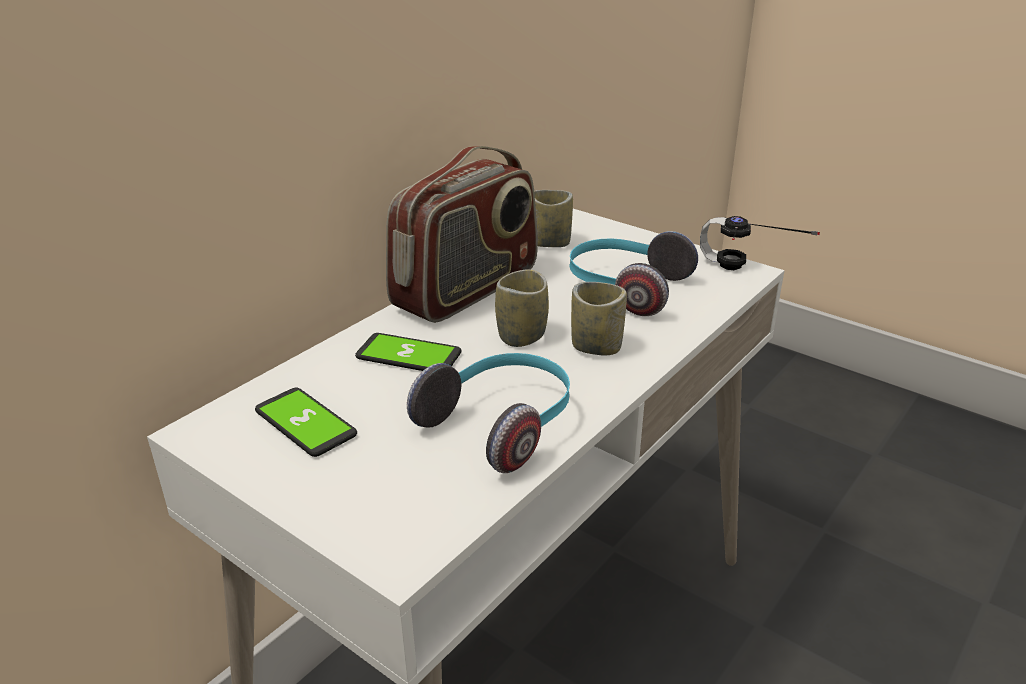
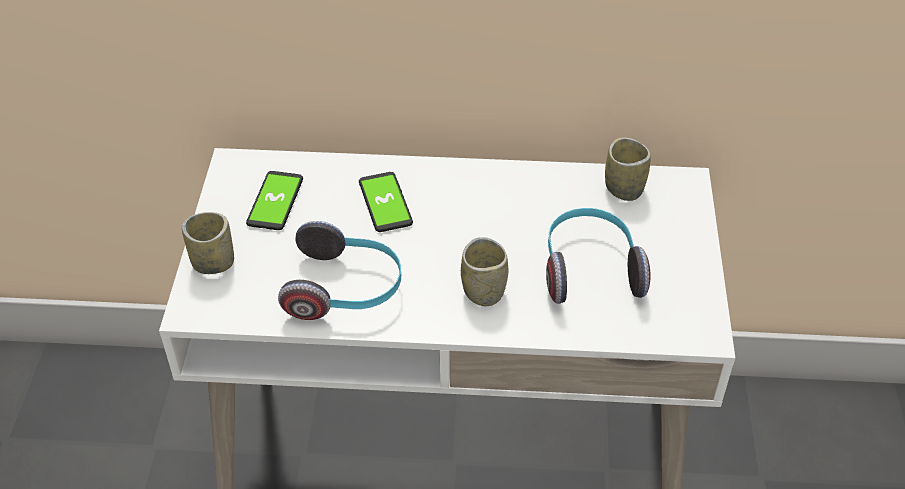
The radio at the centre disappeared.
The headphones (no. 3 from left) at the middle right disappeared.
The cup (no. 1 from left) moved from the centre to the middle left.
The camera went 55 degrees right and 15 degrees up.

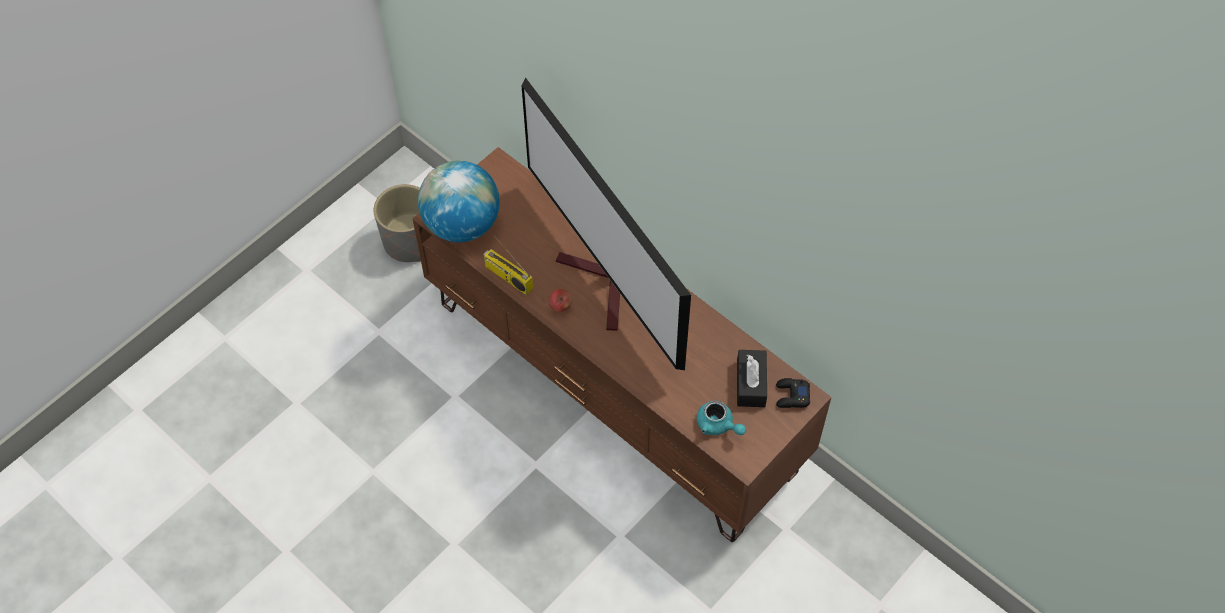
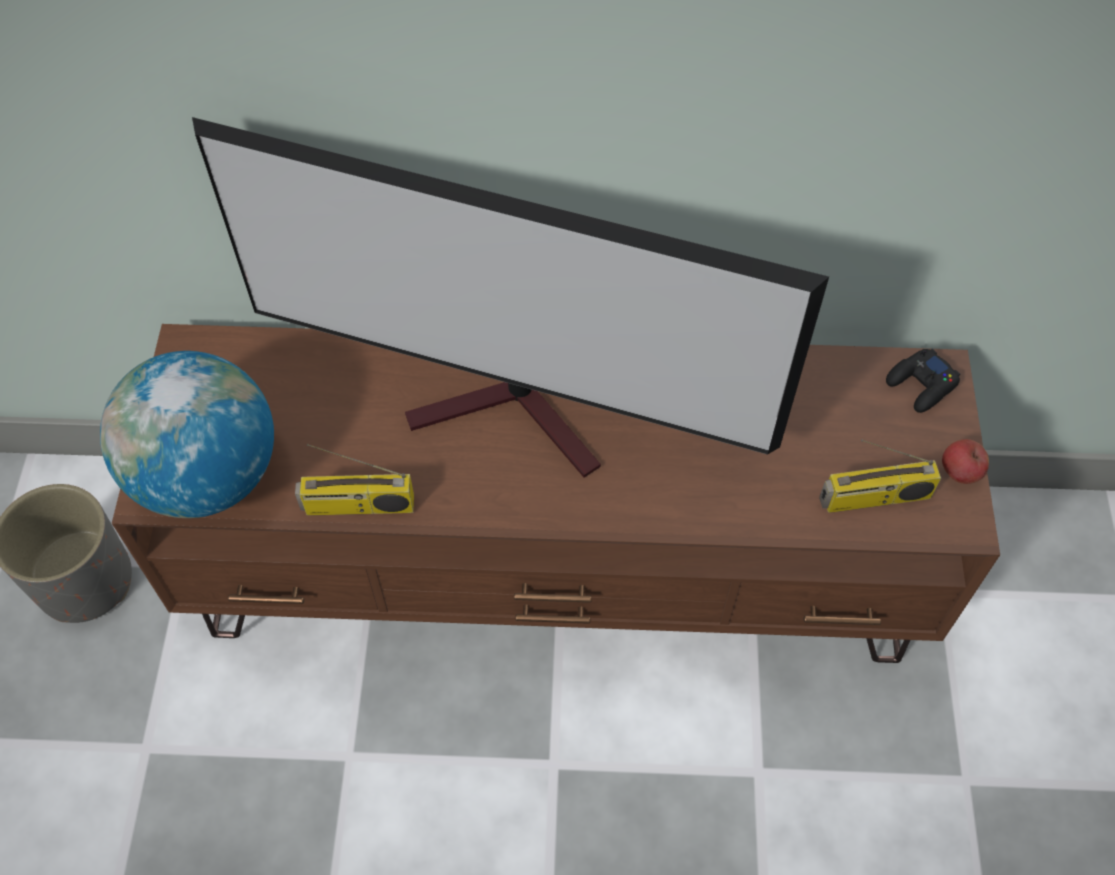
The apple moved from the centre to the middle right.
The tissue box (black) at the centre disappeared.
The teapot (turquoise) at the bottom centre was replaced by the radio (no. 2 from left) at the middle right.
The camera went 40 degrees left and 0 degrees up.

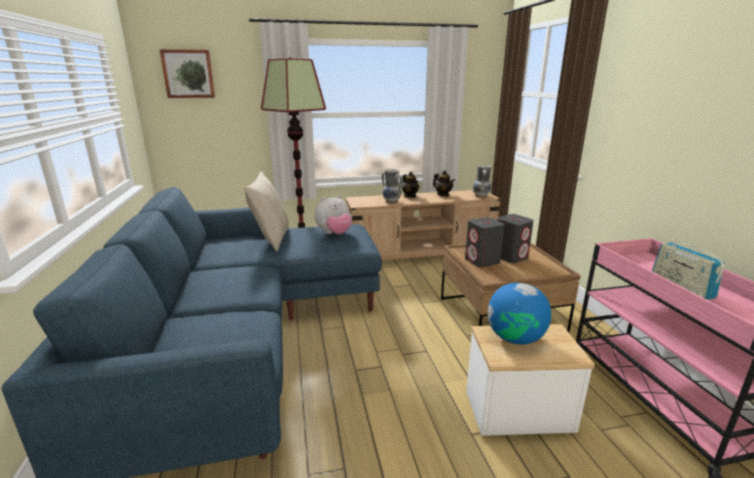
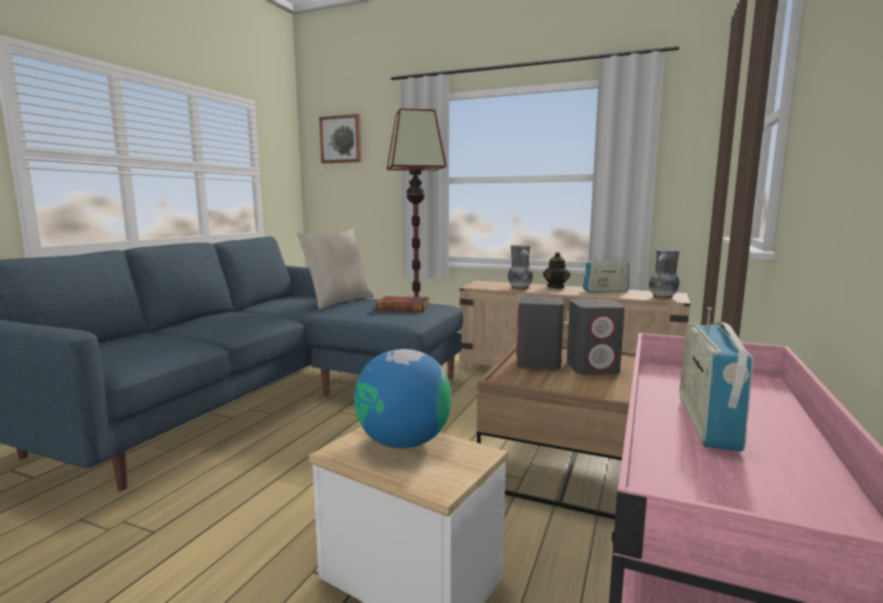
The teapot (no. 2 from left) at the centre was replaced by the radio (no. 1 from left) at the middle right.
The plush toy at the centre was replaced by the book at the centre.
The camera went 35 degrees right and 10 degrees down.

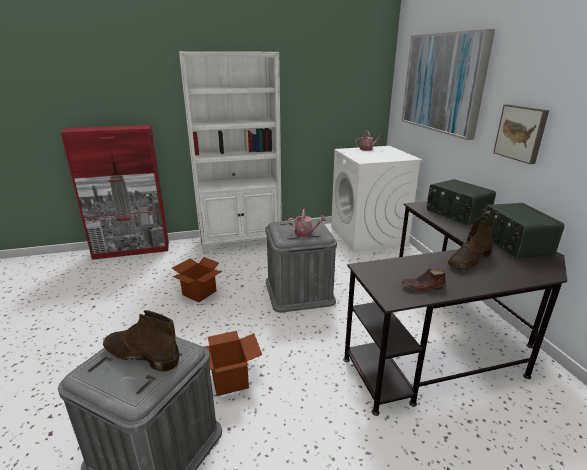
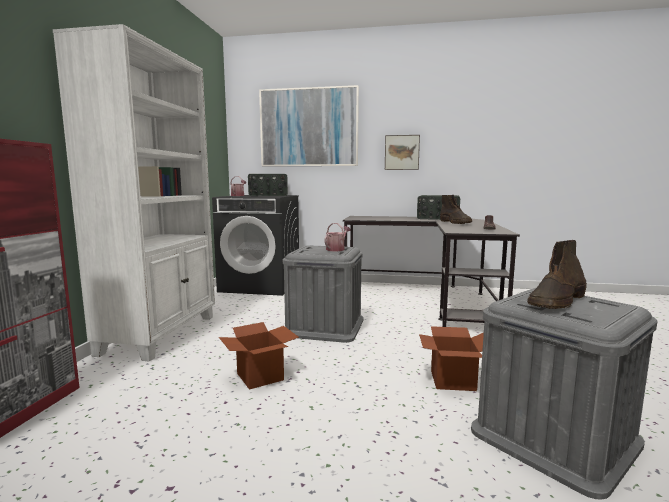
The washing machine (white) at the centre became the washing machine (black) at the centre.
The radio (no. 1 from left) moved from the middle right to the centre.
The camera went 65 degrees left and 15 degrees down.

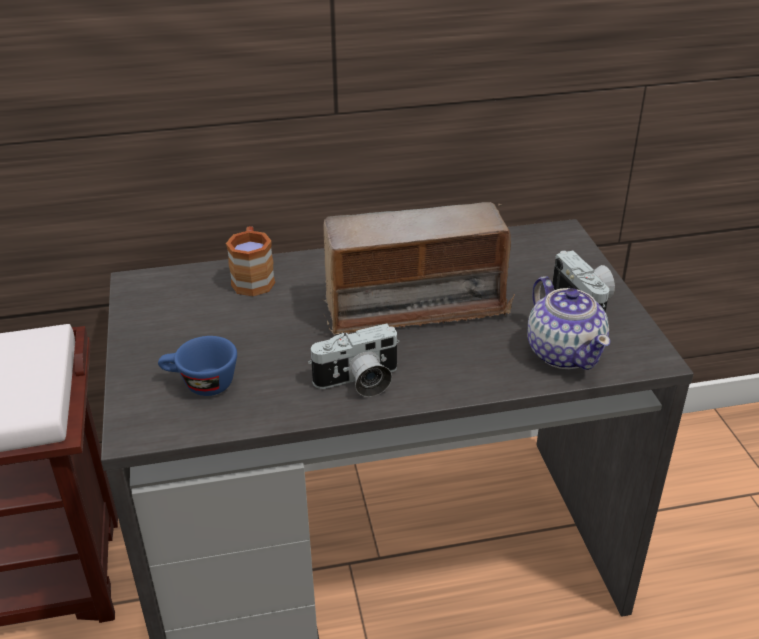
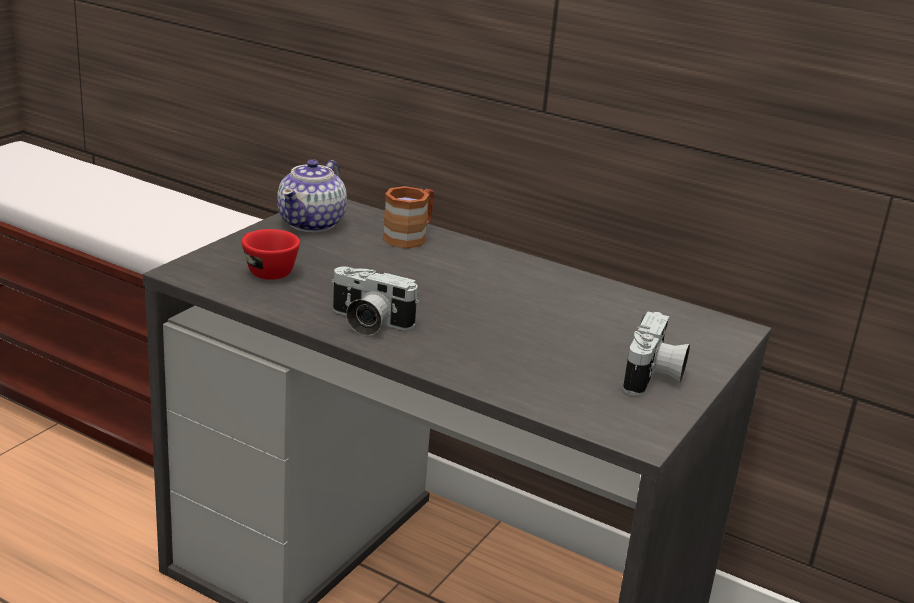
The radio at the centre disappeared.
The teapot moved from the middle right to the top centre.
The cup (blue) at the middle left became the cup (red) at the middle left.
The camera went 40 degrees right and 10 degrees down.

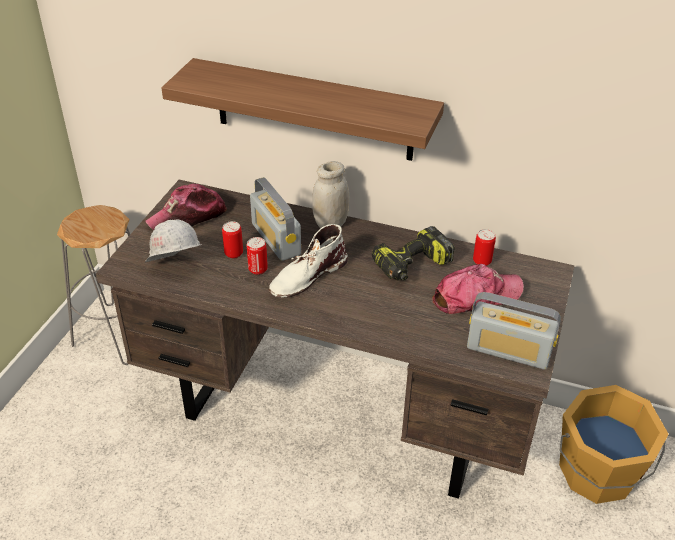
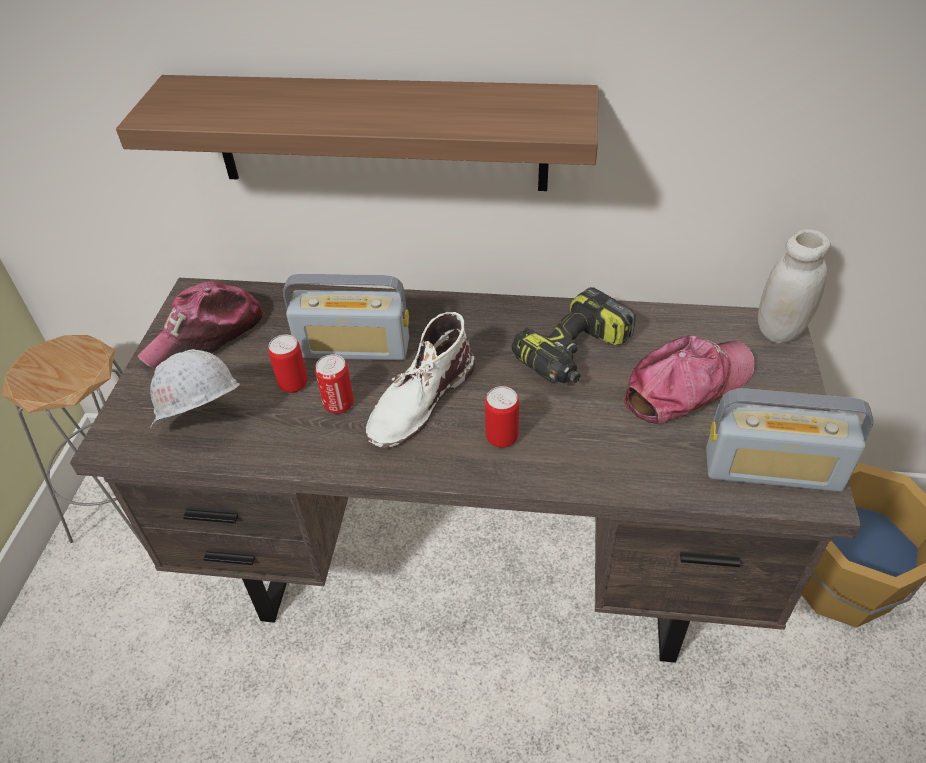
The jar (white) moved from the centre to the middle right.
The radio (no. 1 from left) at the centre turned 45 degrees counterclockwise.
The can (no. 3 from left) moved from the middle right to the centre.
The camera went 10 degrees left and 5 degrees up.

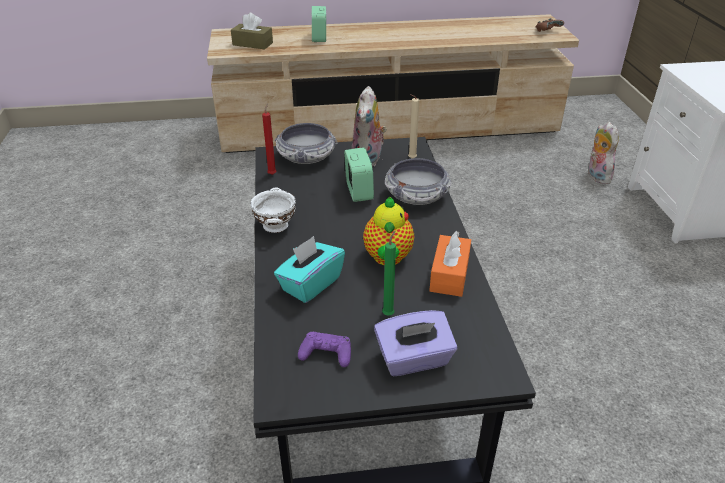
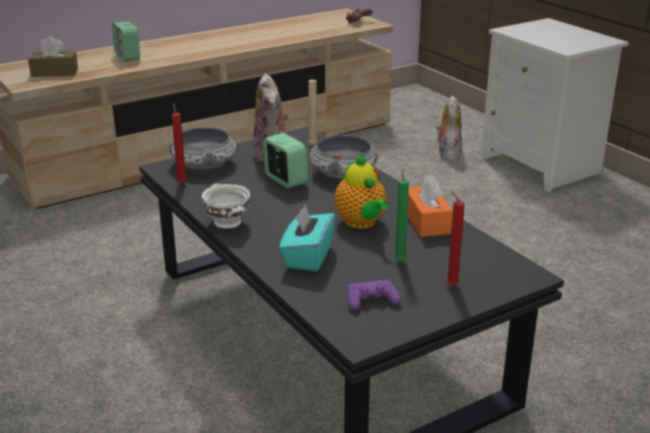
The plush toy (no. 2 from left) at the top right turned 45 degrees clockwise.
The tissue box (purple) at the bottom centre was replaced by the candle (red) (no. 2 from left) at the middle right.
The camera went 25 degrees left and 10 degrees down.

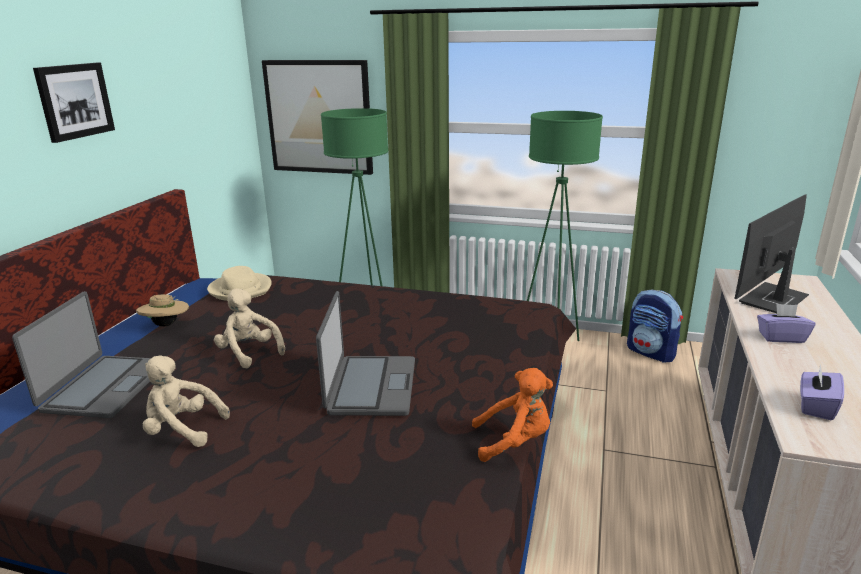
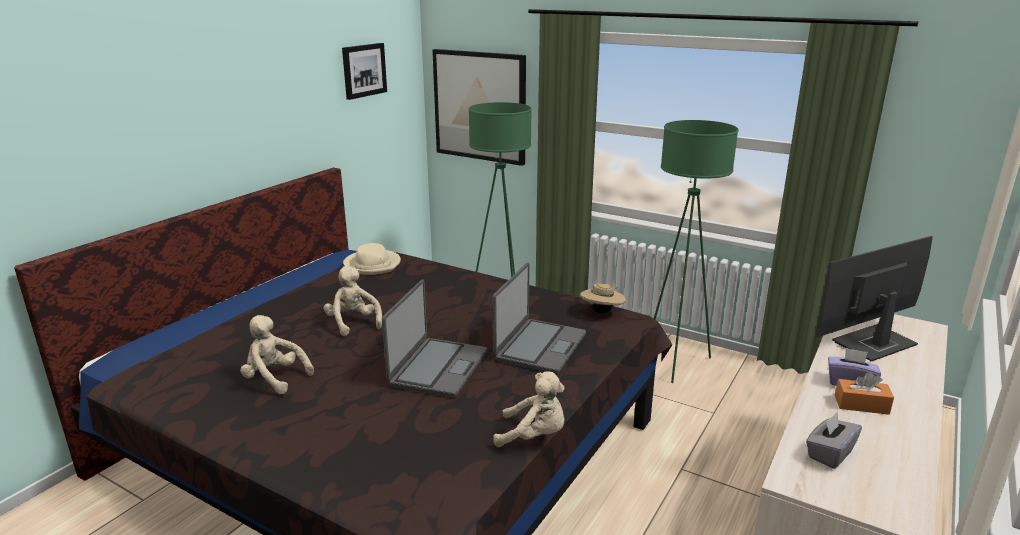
The picture (no. 1 from left) moved from the top left to the top centre.
The backpack at the middle right disappeared.
The laptop (no. 1 from left in the first image) moved from the middle left to the centre.
The hat (beige) (no. 1 from left in the first image) moved from the middle left to the centre.
The tissue box (purple) (no. 2 from left) at the bottom right became the tissue box (grey) at the bottom right.
The plush toy (orange) at the bottom centre became the plush toy (beige) (no. 3 from left) at the bottom centre.
The tissue box (orange) at the bottom right appeared.
The camera went 15 degrees right and 0 degrees up.

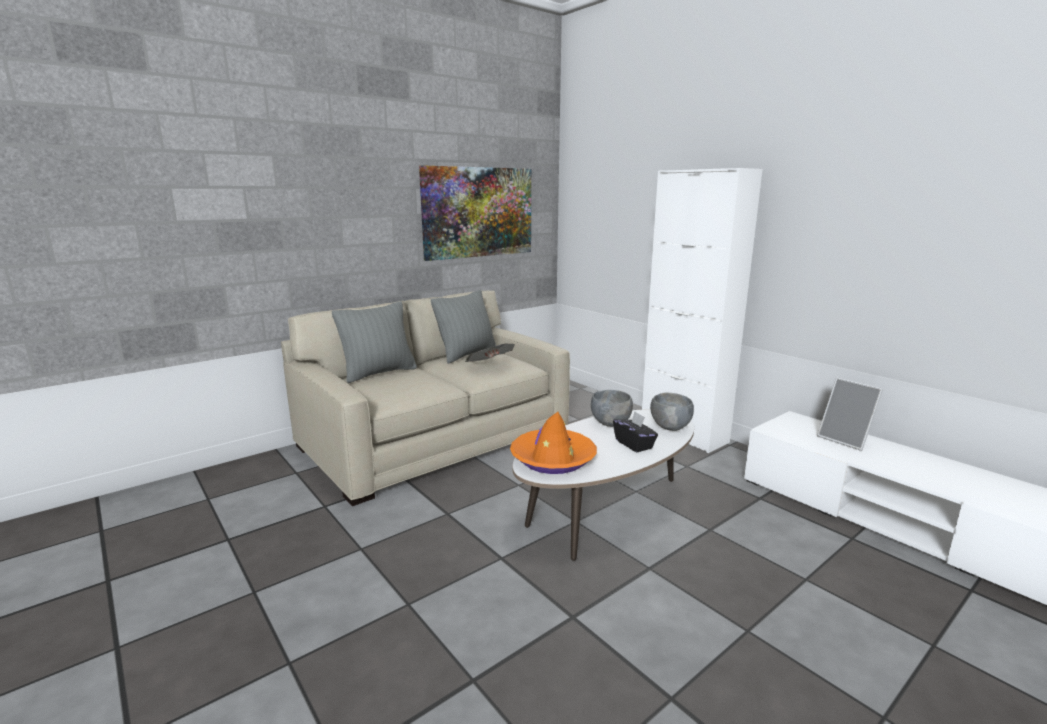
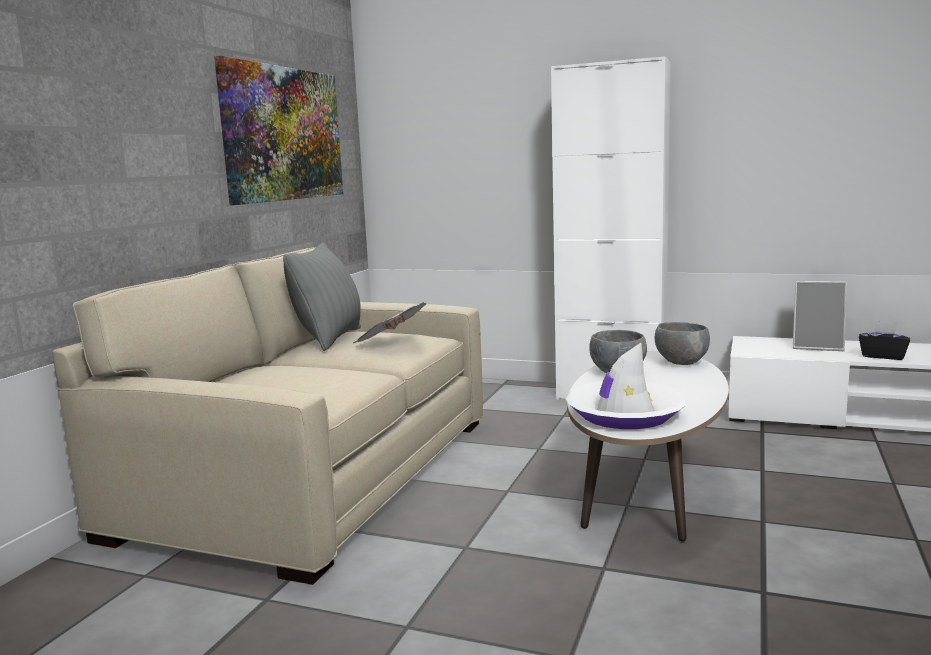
The pillow (grey) (no. 1 from left) at the centre disappeared.
The hat (orange) at the centre became the hat (white) at the middle right.
The tissue box (black) moved from the centre to the middle right.
The camera went 30 degrees left and 5 degrees down.

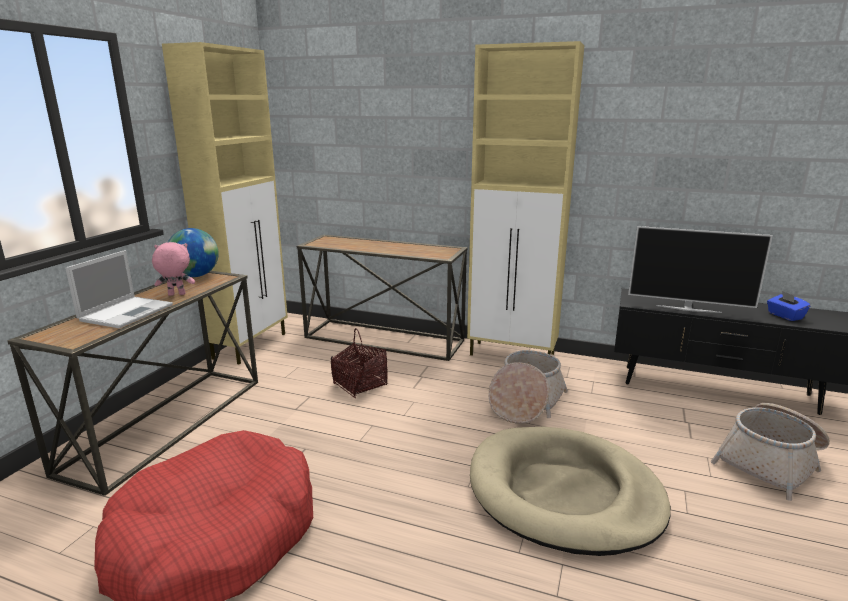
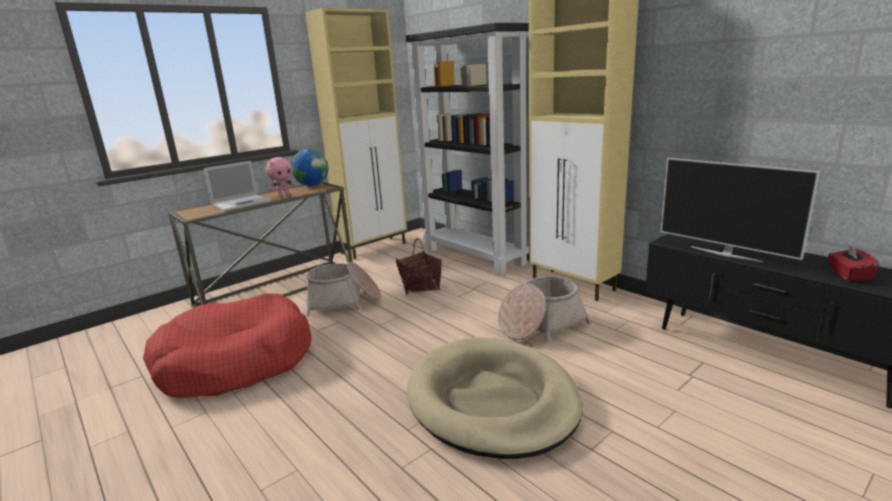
The console table (no. 2 from left) at the centre was replaced by the bookcase (black) at the top centre.
The plush toy (pink) at the middle left turned 120 degrees clockwise.
The tissue box (blue) at the middle right became the tissue box (red) at the middle right.
The basket (no. 3 from left in the first image) moved from the bottom right to the centre.
The camera went 30 degrees right and 0 degrees up.

